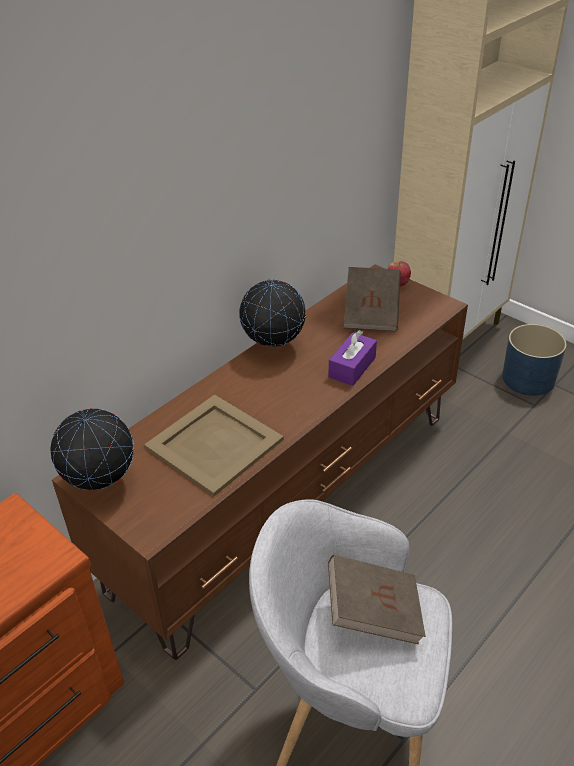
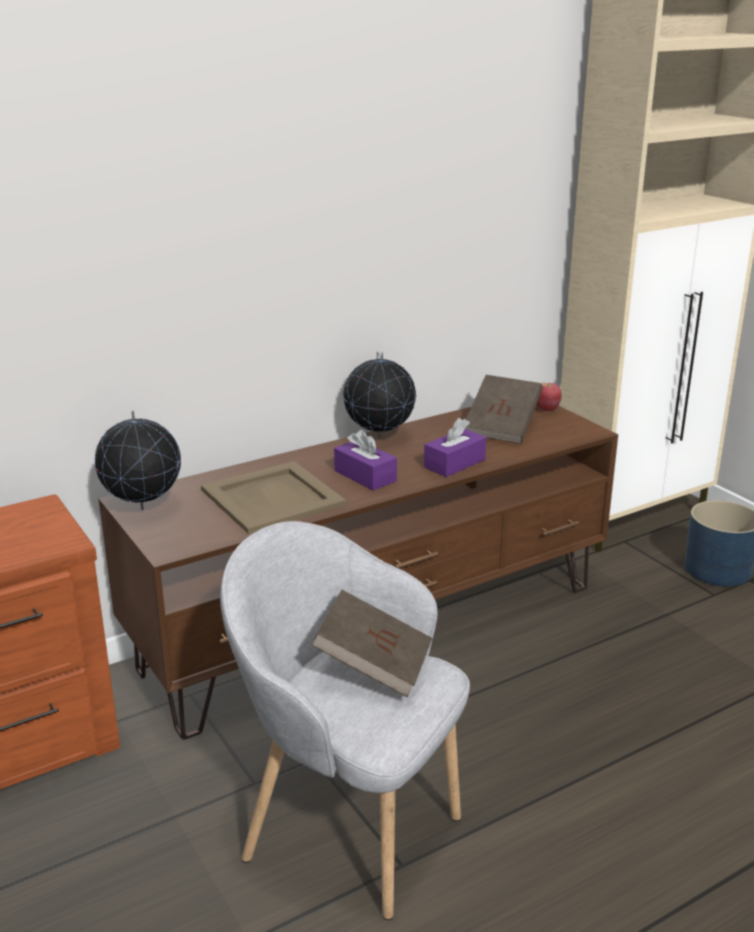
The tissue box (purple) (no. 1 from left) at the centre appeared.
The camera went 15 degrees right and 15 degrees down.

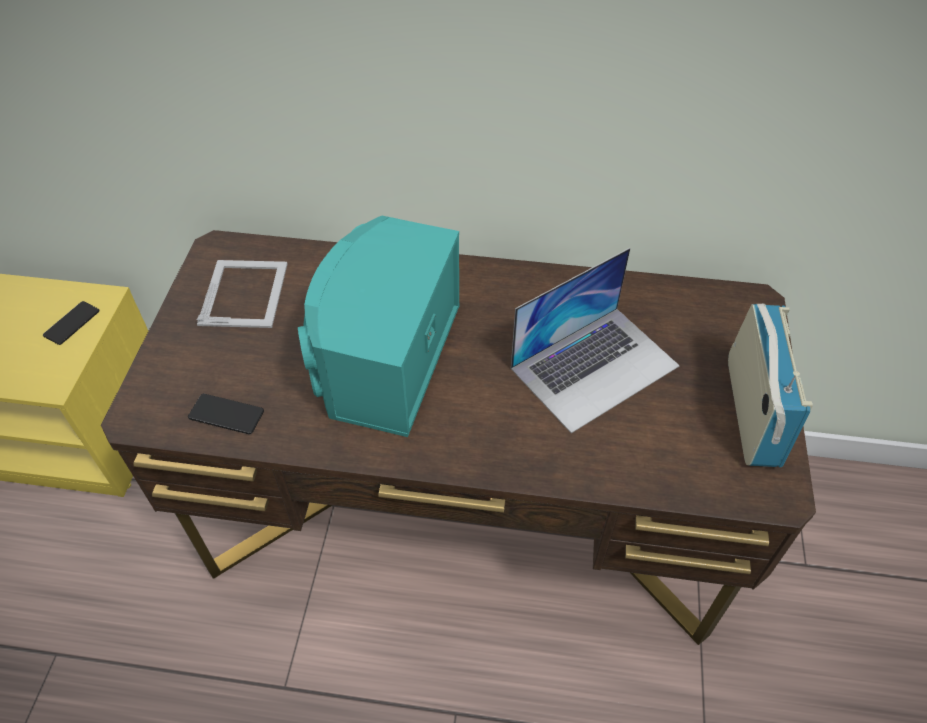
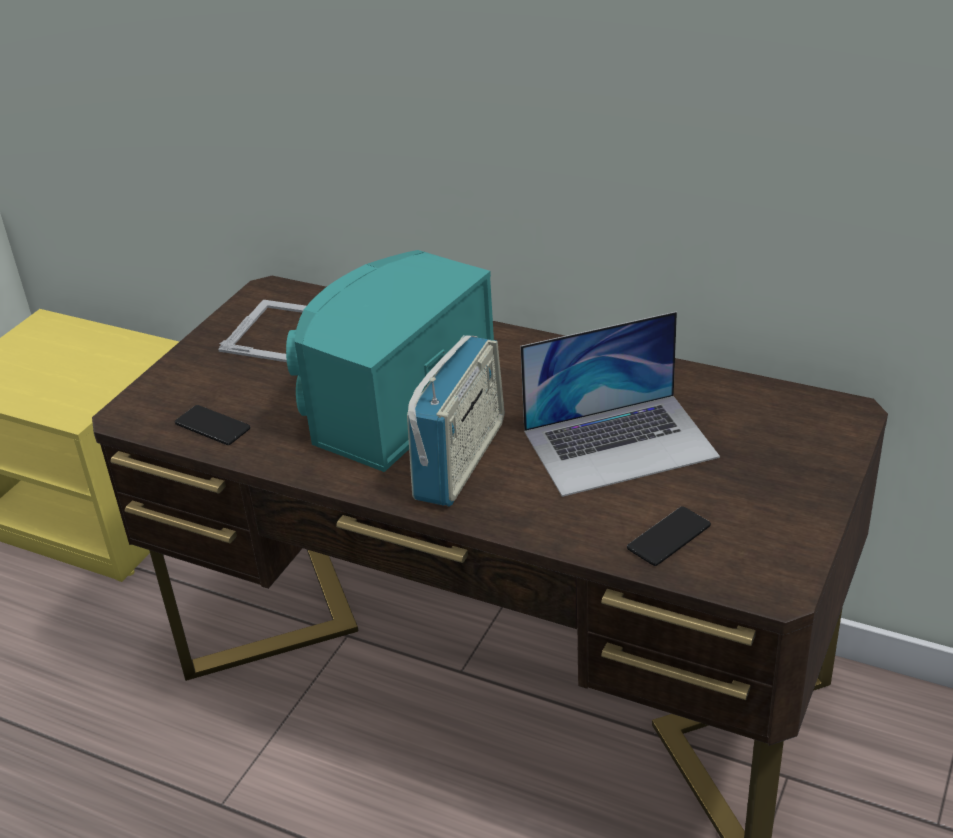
The phone (no. 1 from left in the first image) moved from the middle left to the middle right.
The radio moved from the middle right to the centre.
The camera went 20 degrees right and 15 degrees down.

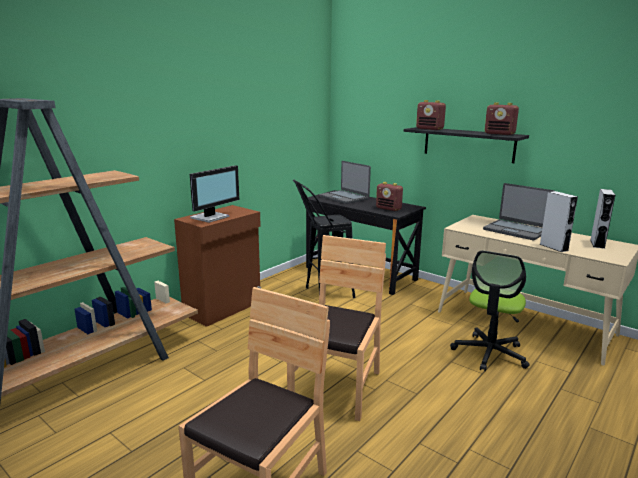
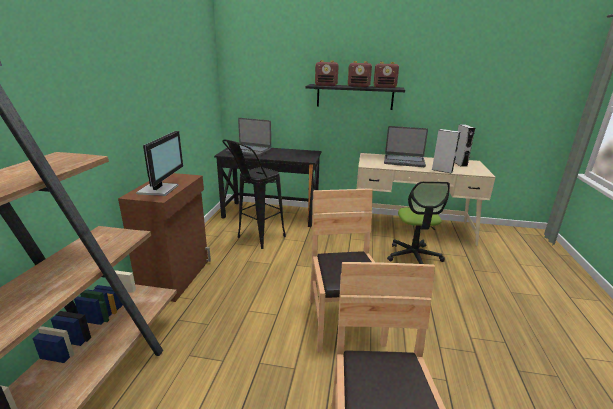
The radio (no. 1 from left in the first image) moved from the centre to the top centre.
The camera went 30 degrees left and 5 degrees up.

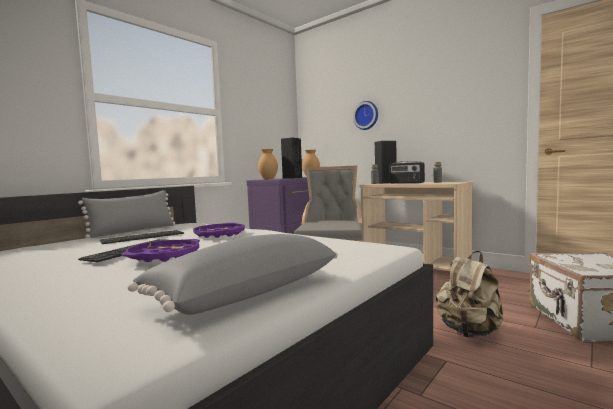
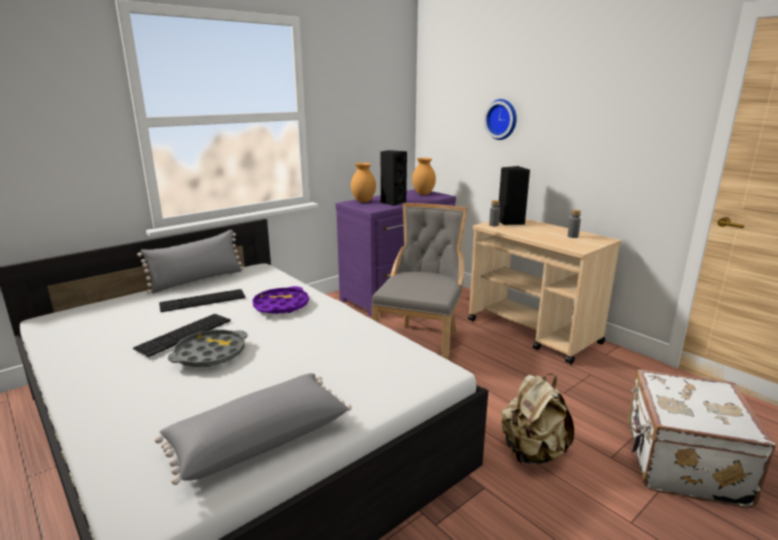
The radio at the centre disappeared.
The tray (purple) (no. 1 from left) at the middle left became the tray (grey) at the middle left.
The camera went 10 degrees right and 15 degrees up.

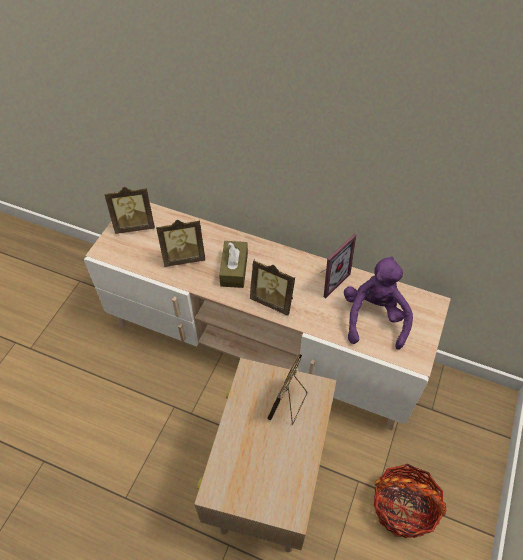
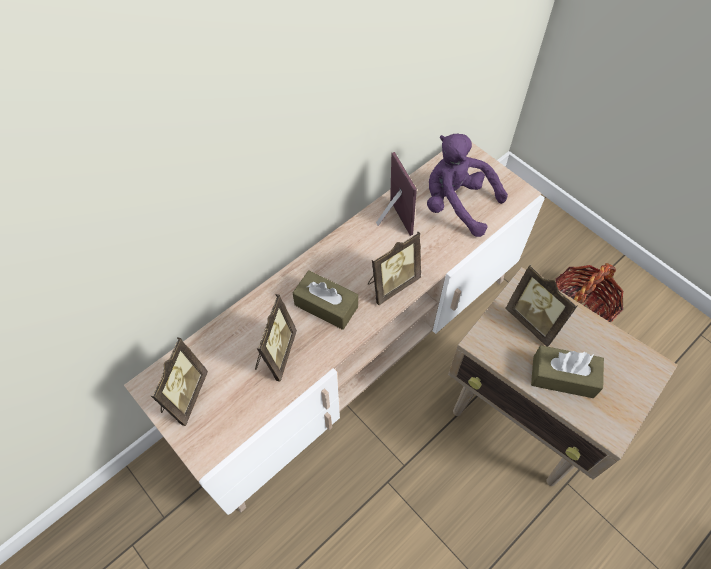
The tissue box (brown) (no. 2 from left) at the middle right appeared.
The camera went 65 degrees left and 5 degrees up.

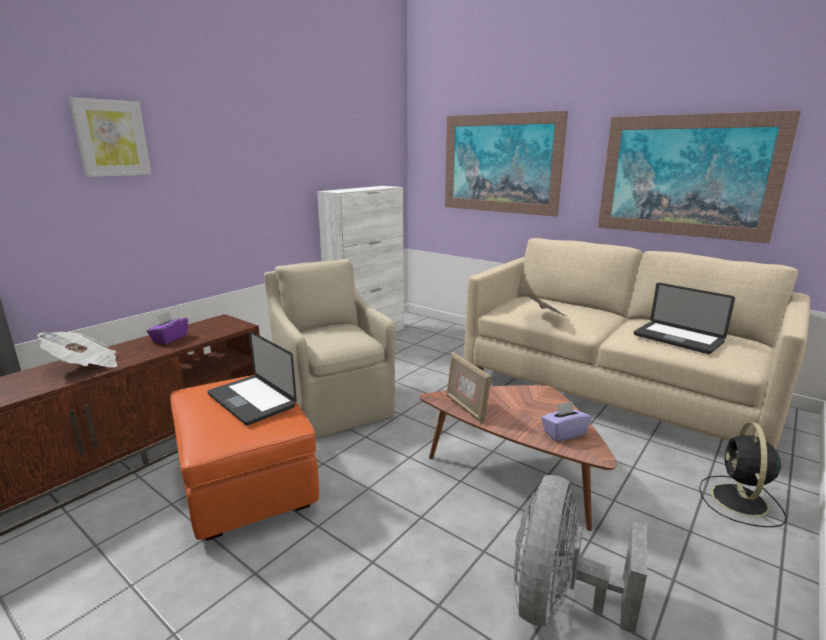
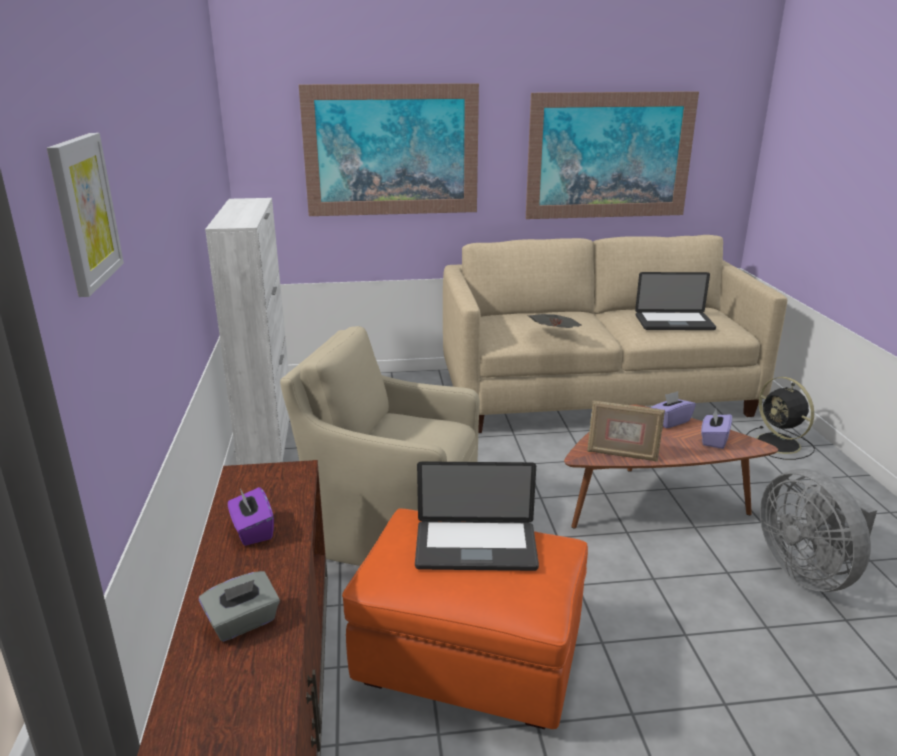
The newspaper (no. 1 from left) at the middle left was replaced by the tissue box (grey) at the bottom left.
The tissue box (purple) (no. 2 from left) at the middle right appeared.
The camera went 45 degrees left and 5 degrees up.

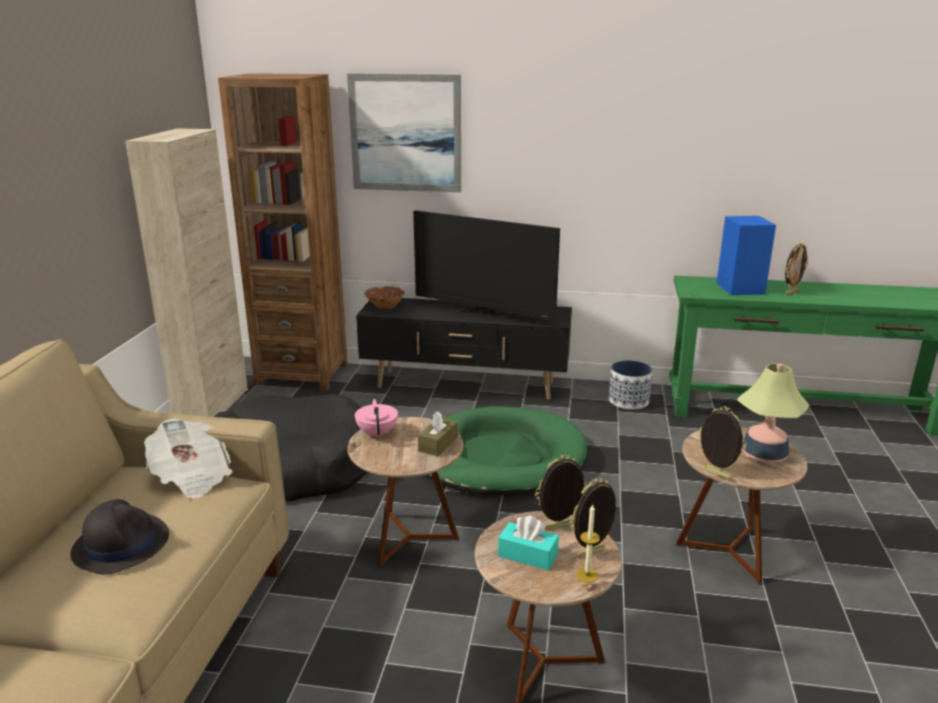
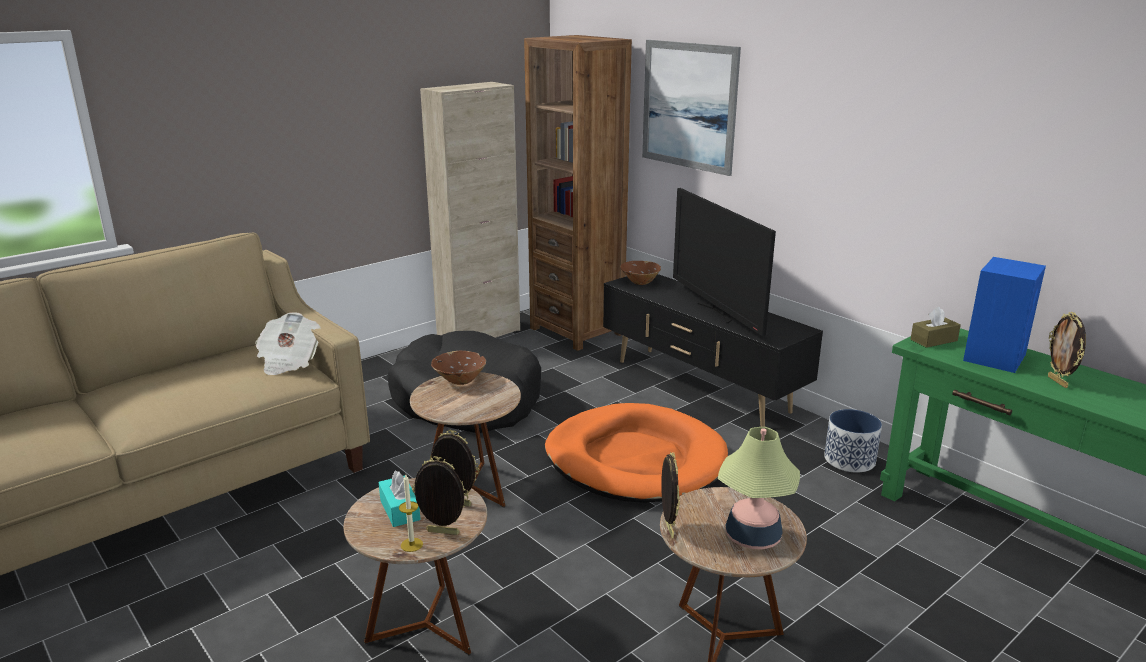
The picture frame (no. 4 from left) at the middle right turned 75 degrees clockwise.
The teapot (pink) at the centre was replaced by the bowl (brown) (no. 1 from left) at the centre.
The dog bed (green) at the centre became the dog bed (orange) at the bottom centre.
The tissue box (brown) moved from the centre to the middle right.
The hat (black) at the bottom left disappeared.
The camera went 40 degrees right and 0 degrees up.

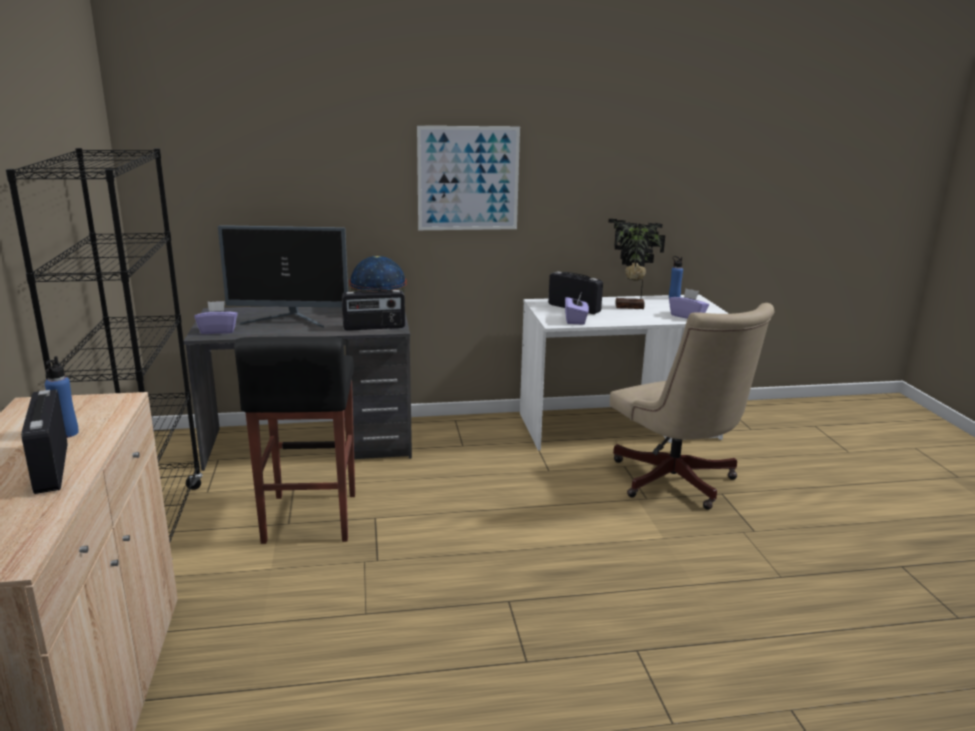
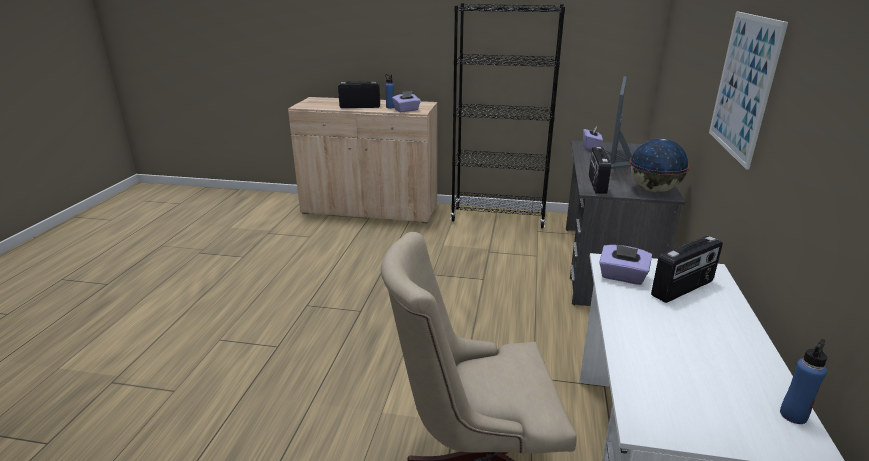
The potted plant at the centre disappeared.
The tissue box (purple) (no. 3 from left in the first image) moved from the middle right to the top centre.
The stool (black) at the middle left disappeared.
The camera went 110 degrees right and 5 degrees up.

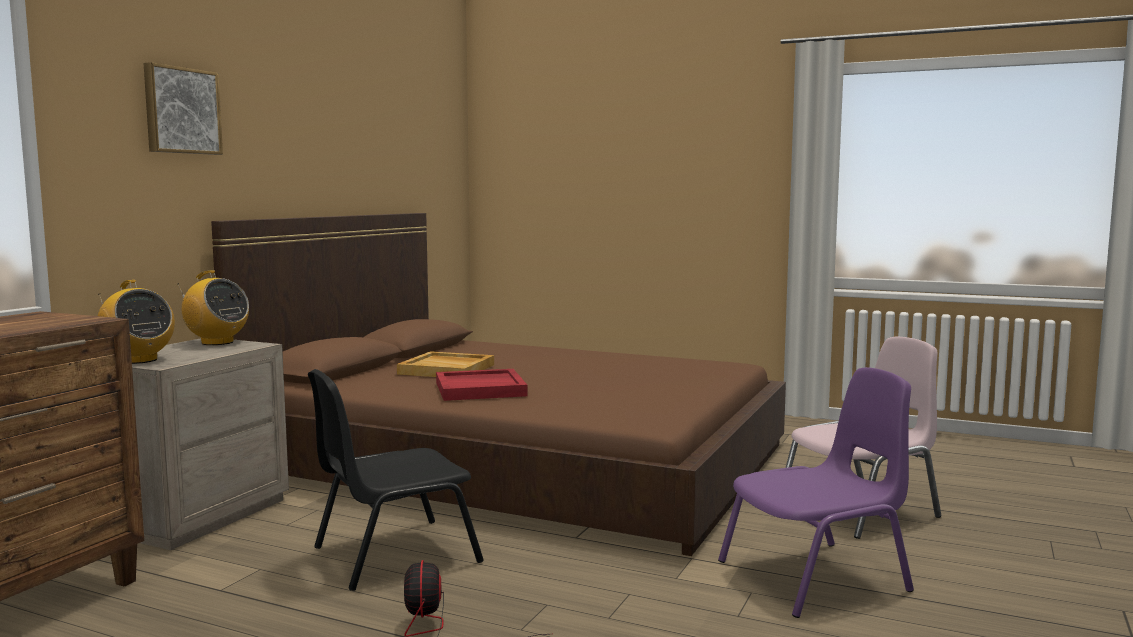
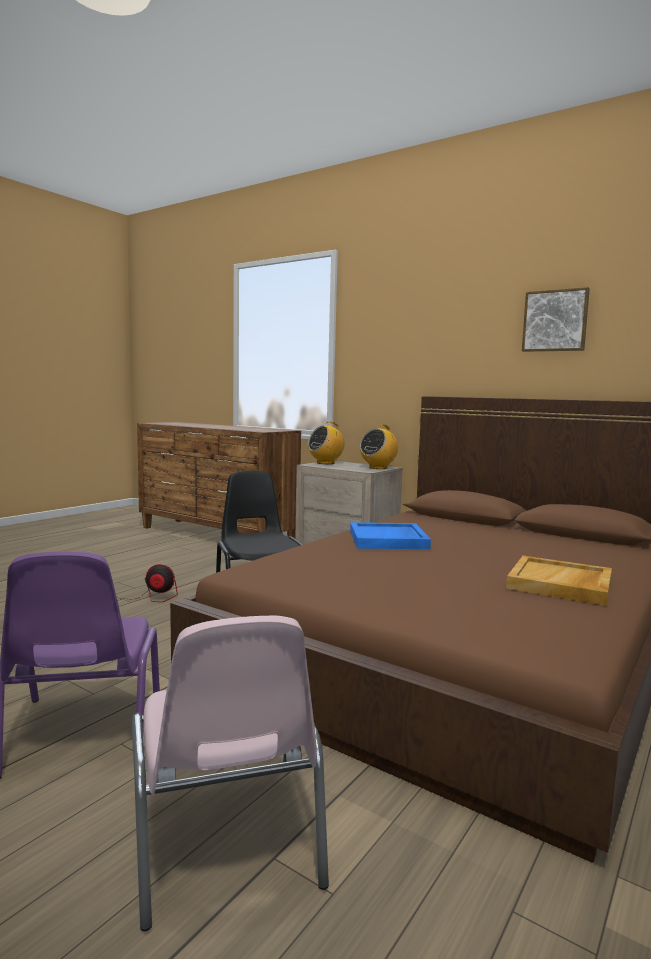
The picture moved from the top left to the top right.
The tray (beige) moved from the centre to the middle right.
The tray (red) at the centre became the tray (blue) at the centre.
The camera went 100 degrees right and 0 degrees up.

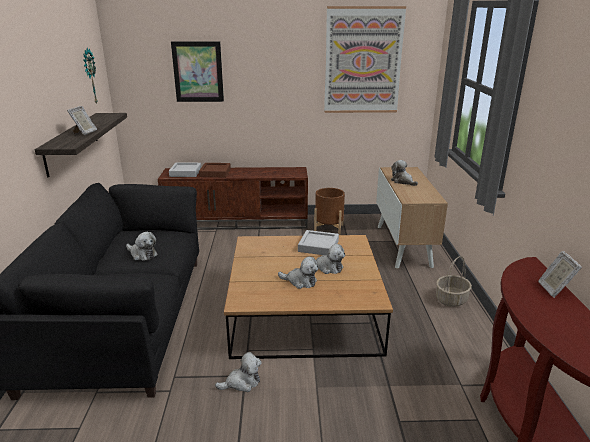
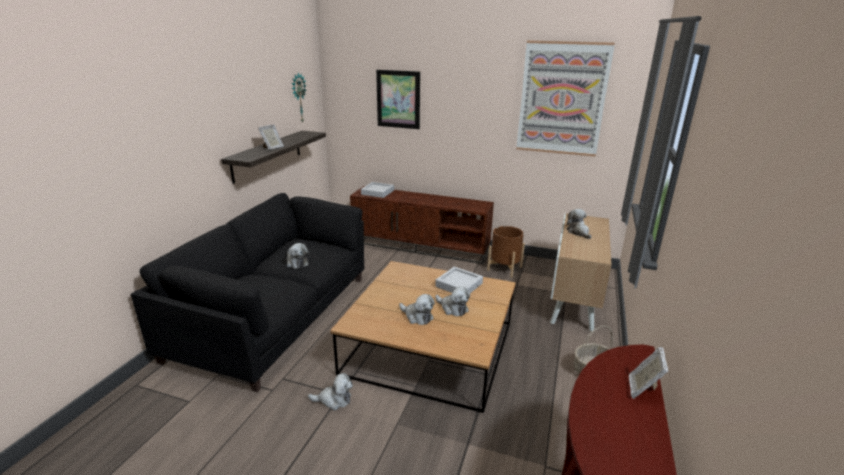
The tray (brown) at the centre disappeared.
The camera went 20 degrees right and 0 degrees up.

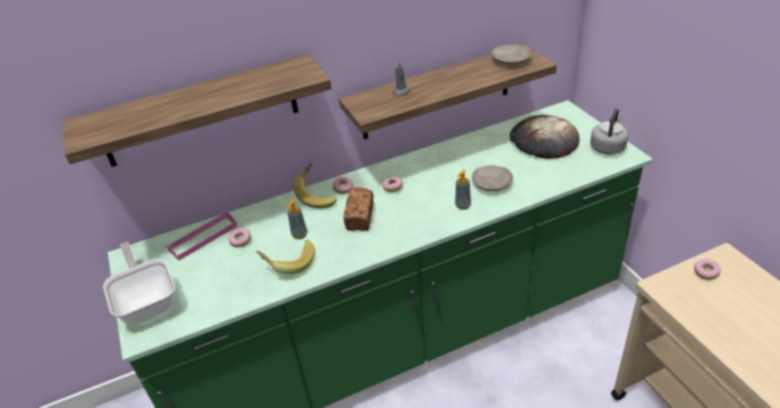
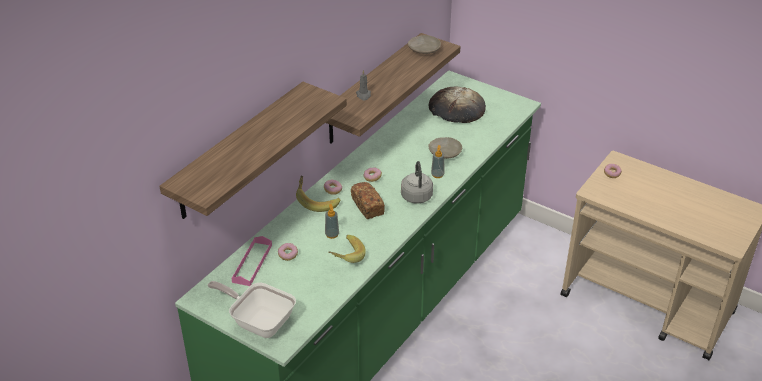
The kettle (grey) moved from the top right to the centre.
The camera went 35 degrees left and 0 degrees up.

